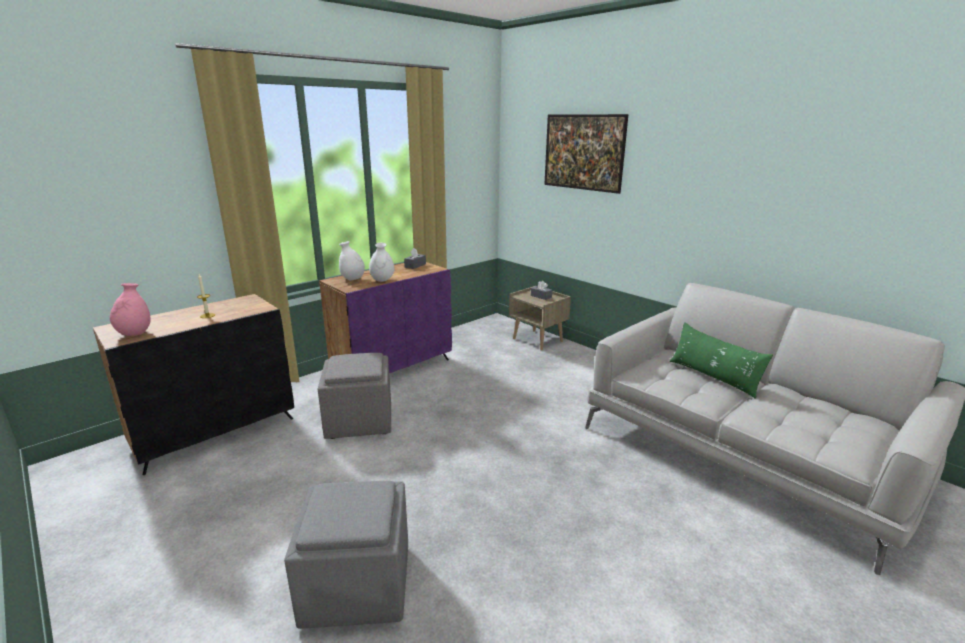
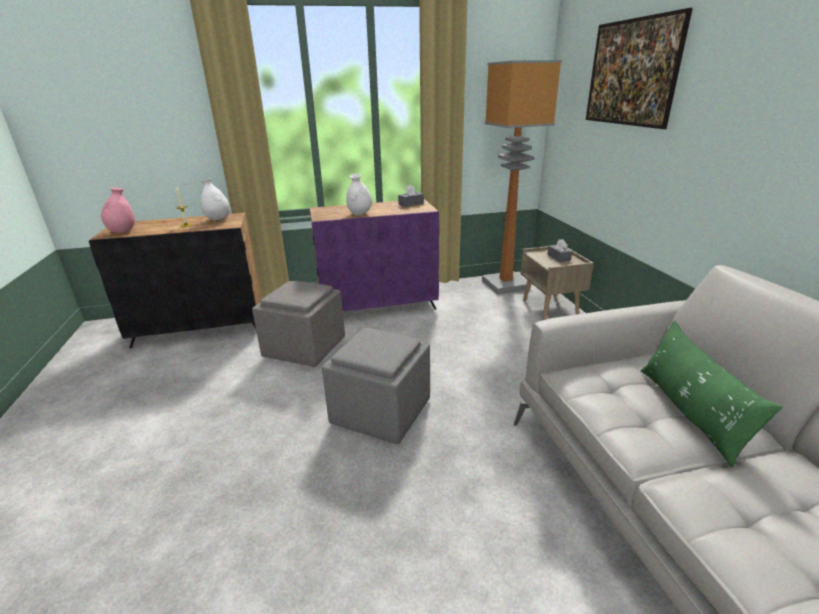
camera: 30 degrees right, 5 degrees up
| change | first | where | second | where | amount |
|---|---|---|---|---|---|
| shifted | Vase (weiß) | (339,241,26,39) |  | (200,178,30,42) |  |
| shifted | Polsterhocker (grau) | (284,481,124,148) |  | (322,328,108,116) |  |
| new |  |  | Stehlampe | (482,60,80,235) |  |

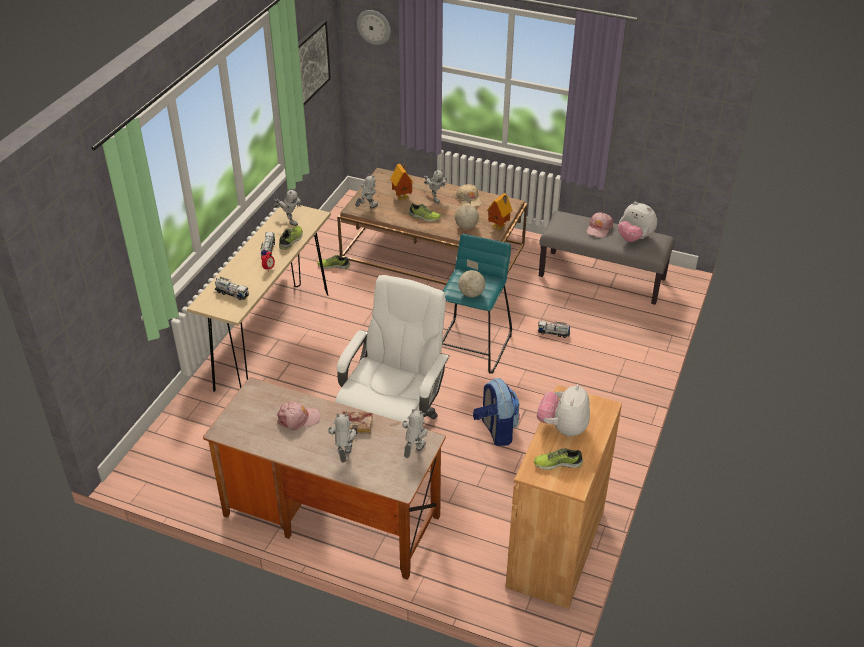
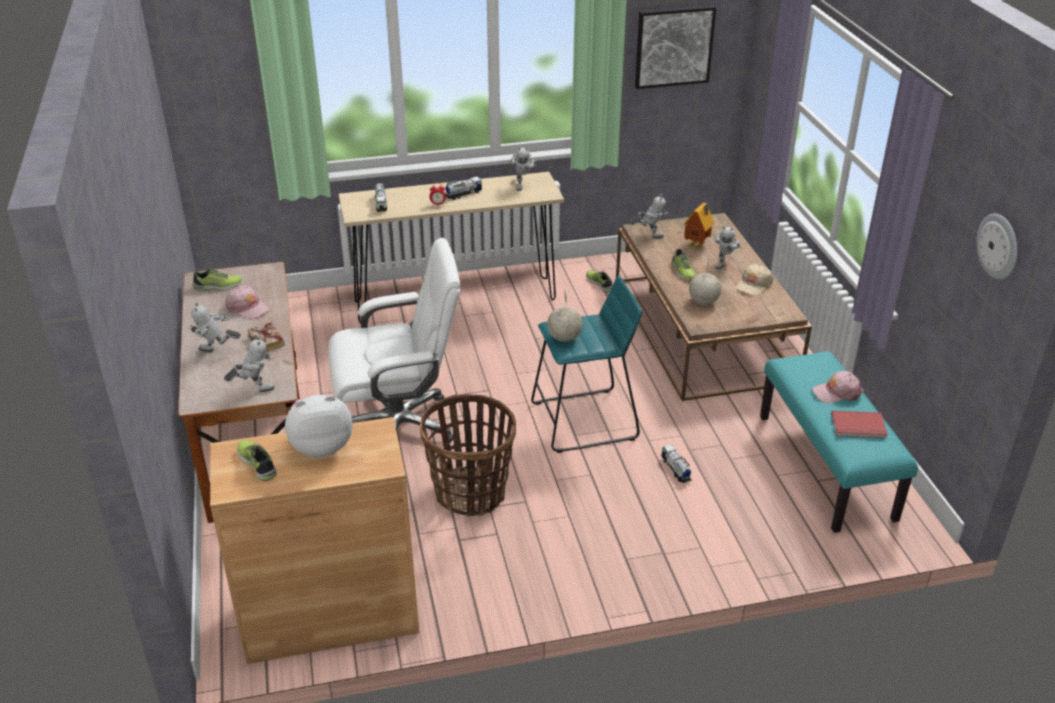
camera: 55 degrees right, 5 degrees down
| change | first | where | second | where | amount |
|---|---|---|---|---|---|
| rotated | Spielzeugroboter | (328,413,29,50) |  | (189,302,52,50) | 150 degrees counterclockwise |
| shifted | Schuh | (279,226,24,24) |  | (193,268,49,23) |  |
| swapped | Rucksack | (473,378,47,68) | Korb | (420,394,96,122) |  |
| repainted | Bank (grau) | (539,211,136,94) | Bank (türkis) | (760,351,158,182) |  |
| swapped | Plüschtier | (618,202,39,40) | Buch (rot) | (831,410,57,28) |  |
| shifted | Wanduhr | (357,10,34,35) |  | (976,214,42,65) |  |
| gone | Spielzeughaus | (487,193,25,37) |  |  |  |

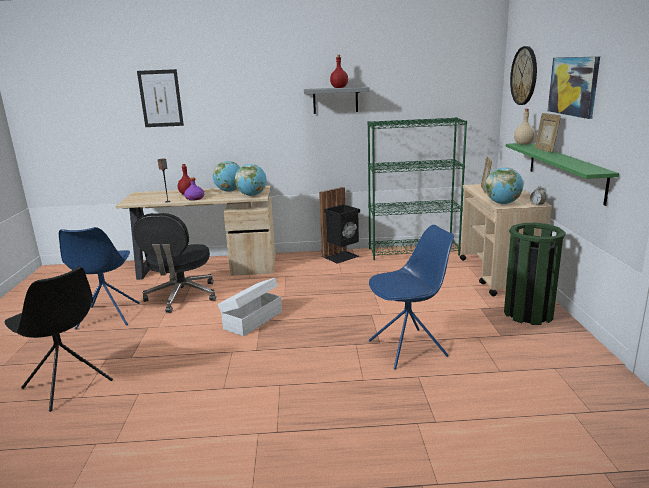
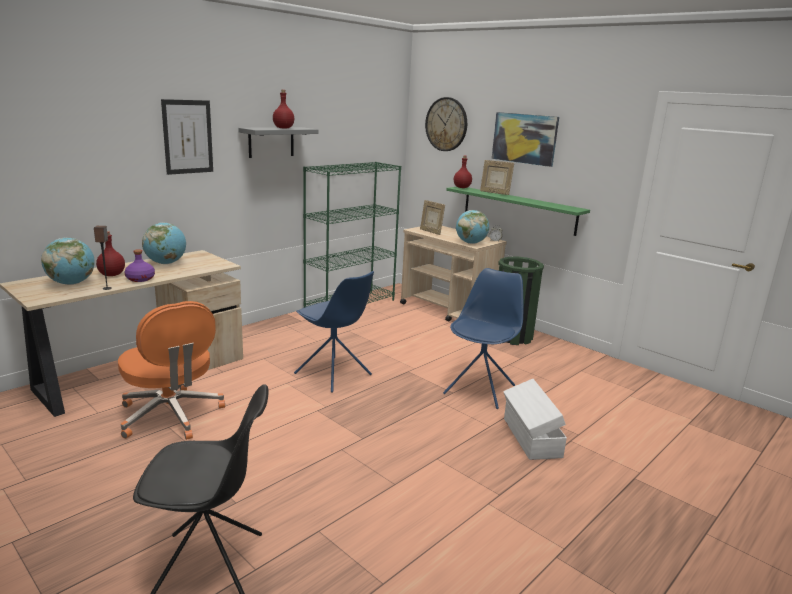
camera: 45 degrees left, 0 degrees up
| change | first | where | second | where | amount |
|---|---|---|---|---|---|
| shifted | Globus | (235,164,32,32) |  | (41,238,54,47) |  |
| repainted | Bürostuhl (schwarz) | (133,213,83,100) | Bürostuhl (orange) | (118,301,107,139) |  |
| shifted | Bild | (137,69,47,58) |  | (161,99,52,76) |  |
| shifted | Stuhl (blau) | (59,227,81,103) |  | (294,271,80,122) |  |
| repainted | Flasche (beige) | (514,109,21,36) | Flasche (rot) | (454,156,18,32) |  |
| shifted | Aufbewahrungsbox (weiß) | (218,278,64,58) |  | (503,379,64,81) |  |
| gone | Mülleimer (schwarz) | (319,187,41,77) |  |  |  |

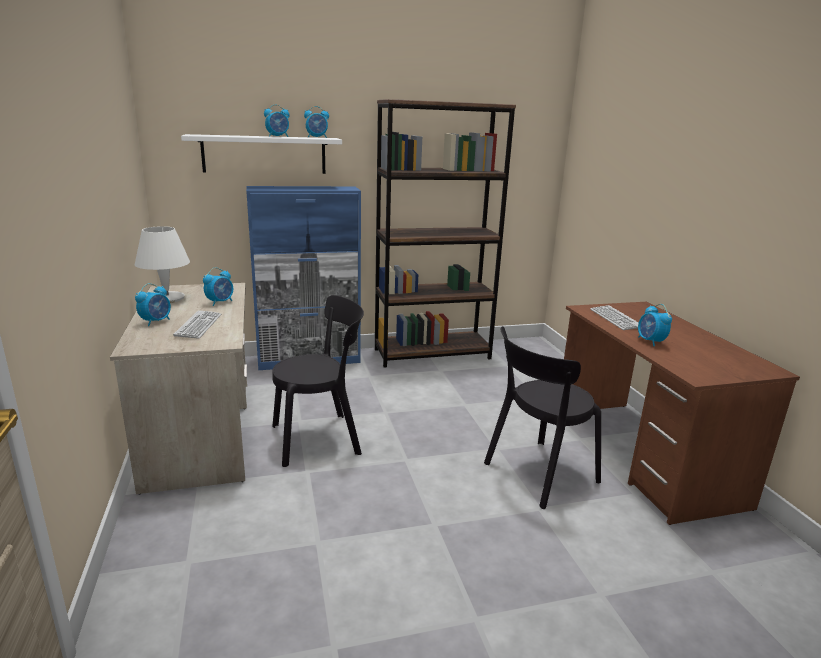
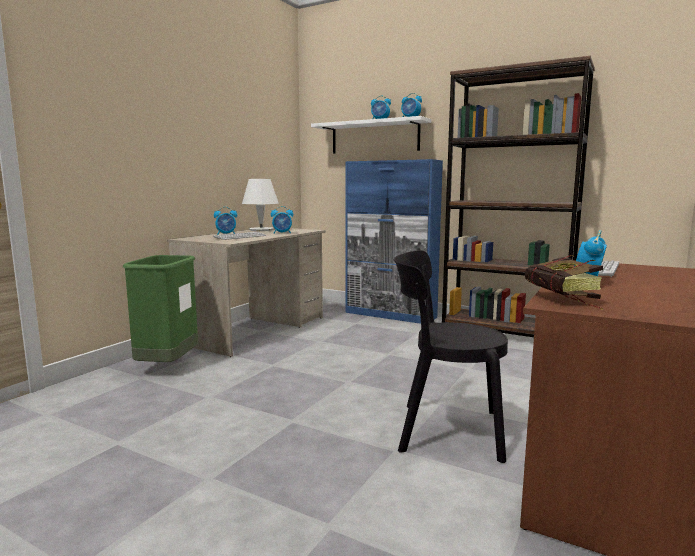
camera: 45 degrees right, 10 degrees down
| change | first | where | second | where | amount |
|---|---|---|---|---|---|
| new |  |  | Mülleimer (grün) | (122,255,76,107) |  |
| new |  |  | Buch | (525,255,79,55) |  |
| gone | Stuhl (schwarz) | (272,295,92,172) |  |  |  |

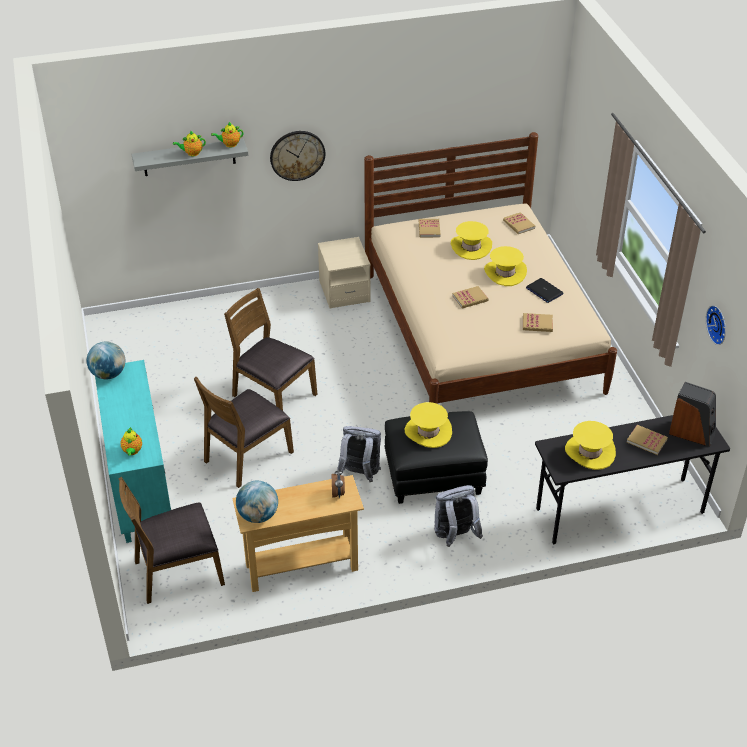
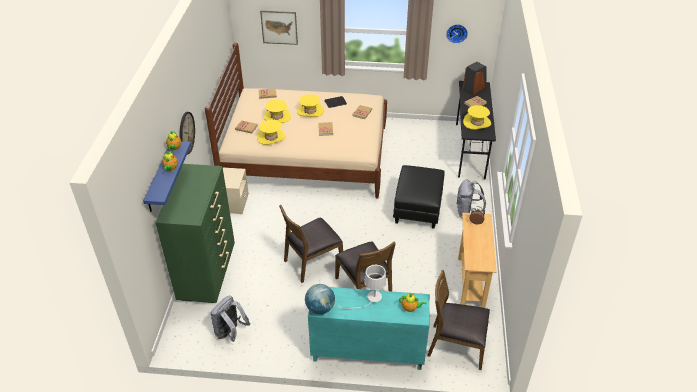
camera: 70 degrees left, 0 degrees up
| change | first | where | second | where | amount |
|---|---|---|---|---|---|
| repainted | Wandregal (grau) | (132,139,116,37) | Wandregal (blau) | (143,141,48,71) |  |
| new |  |  | Kommode (grün) | (155,164,80,139) |  |
| shifted | Rucksack (grau) | (337,426,44,56) |  | (211,296,39,46) |  |
| shifted | Hut (gelb) | (405,402,47,46) |  | (257,120,28,25) |  |
| new |  |  | Bild | (260,11,38,34) |  |
| new |  |  | Tischlampe (weiß) | (338,265,48,44) |  |
| rotated | Stuhl (braun) | (119,477,106,127) |  | (427,270,63,100) | 105 degrees clockwise |
| gone | Globus | (236,481,42,42) |  |  |  |

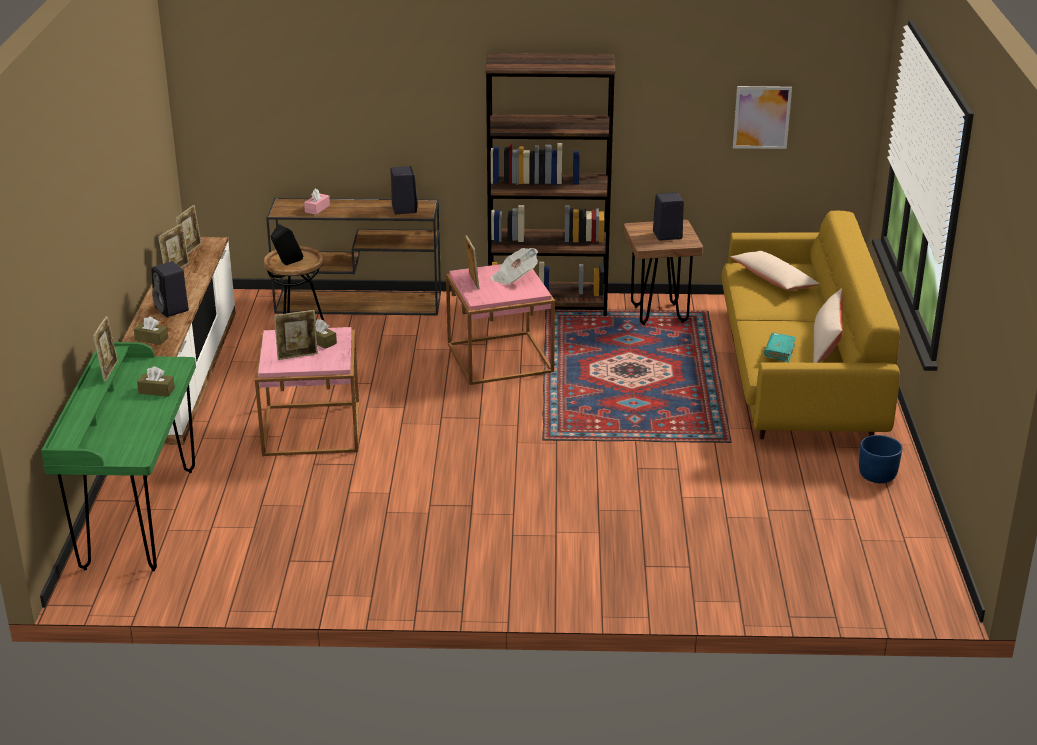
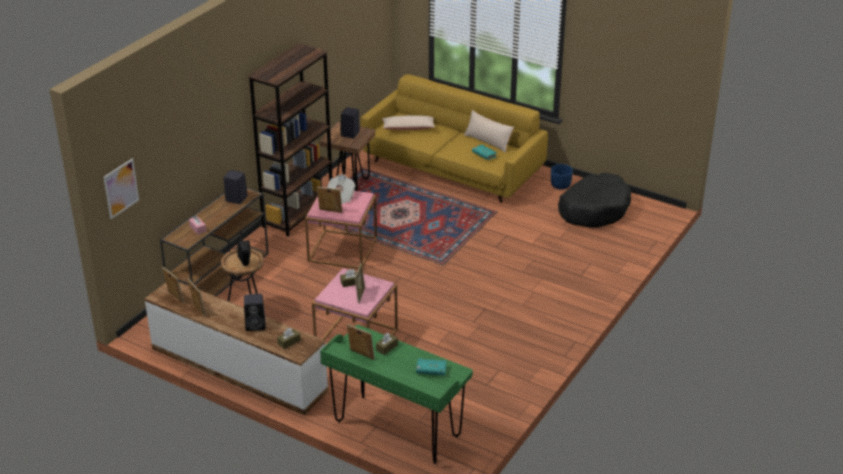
camera: 60 degrees left, 5 degrees up
| change | first | where | second | where | amount |
|---|---|---|---|---|---|
| shifted | Bild | (733,86,59,63) |  | (103,159,36,60) |  |
| new |  |  | Buch (türkis) | (416,358,31,18) |  |
| new |  |  | Hundebett (schwarz) | (558,173,73,55) |  |

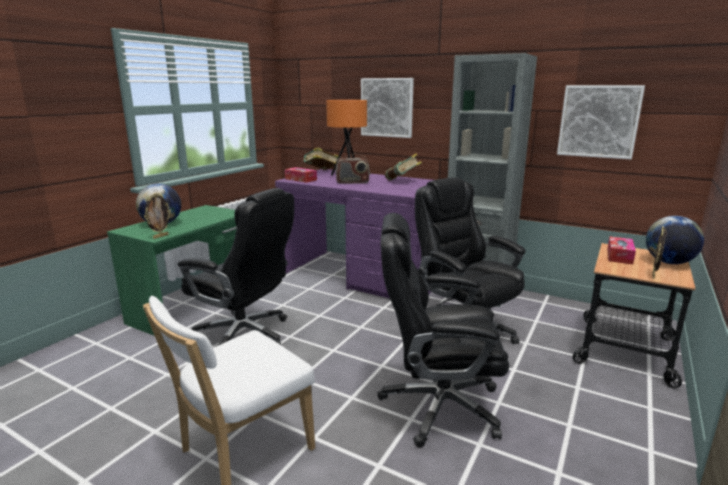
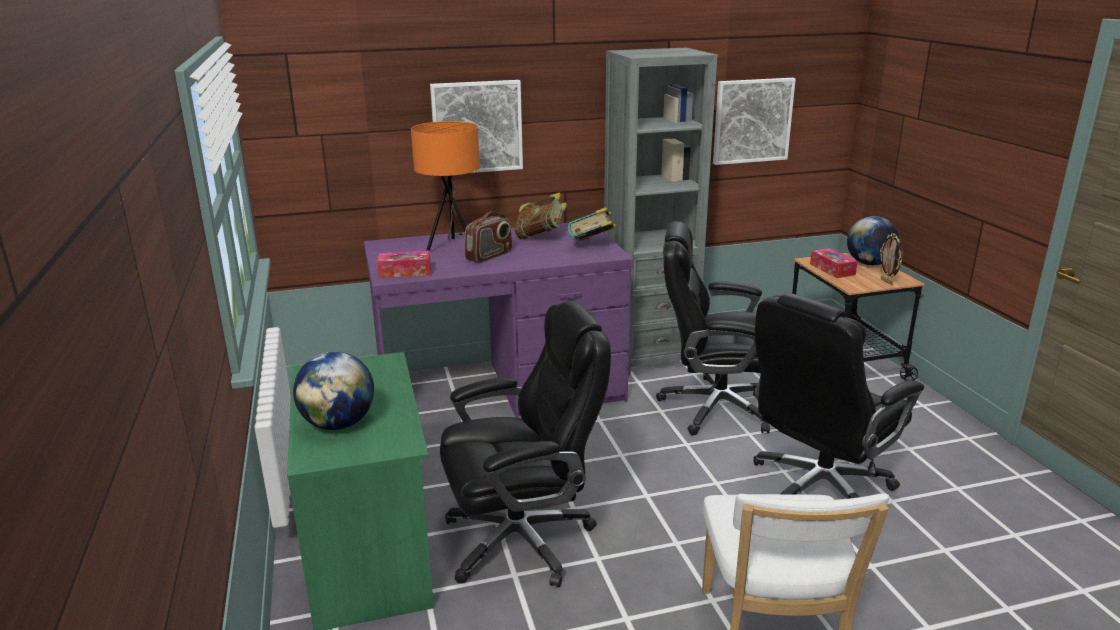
camera: 45 degrees left, 5 degrees up
| change | first | where | second | where | amount |
|---|---|---|---|---|---|
| shifted | Buch | (304,147,34,23) |  | (568,207,49,34) |  |
| gone | Bilderrahmen | (144,193,27,46) |  |  |  |

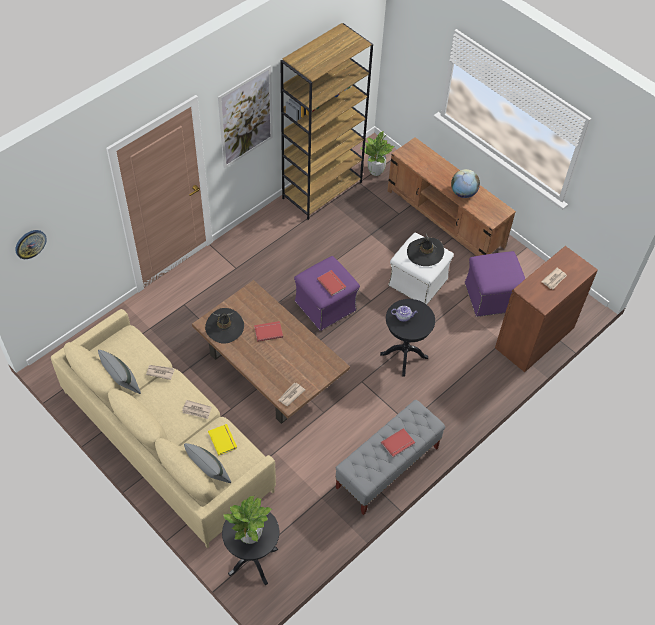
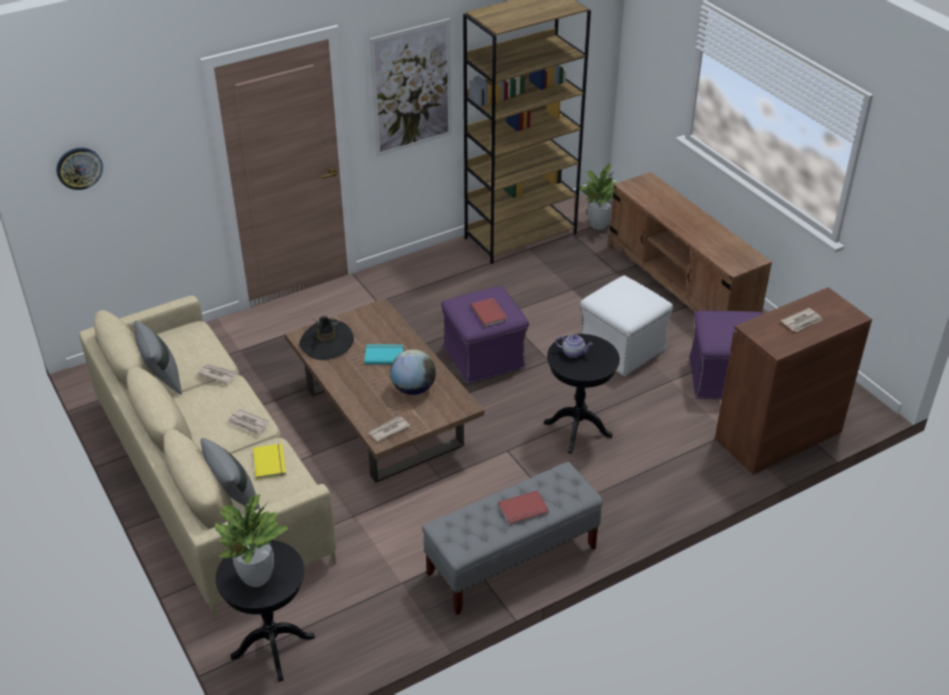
camera: 15 degrees right, 15 degrees down
| change | first | where | second | where | amount |
|---|---|---|---|---|---|
| repainted | Buch (rot) | (254,321,29,21) | Buch (türkis) | (364,345,39,19) |  |
| shifted | Globus | (451,169,29,29) |  | (390,350,46,45) |  |
| gone | Hut (schwarz) | (407,234,37,32) |  |  |  |

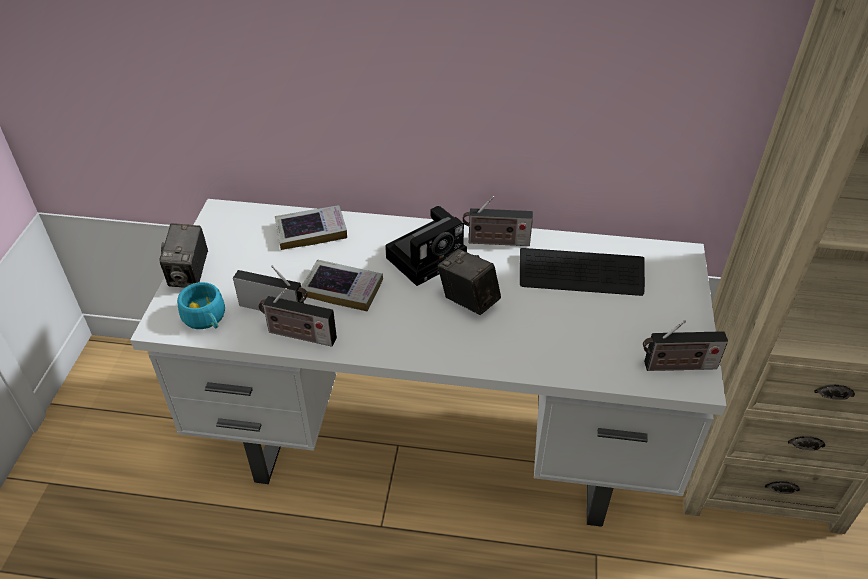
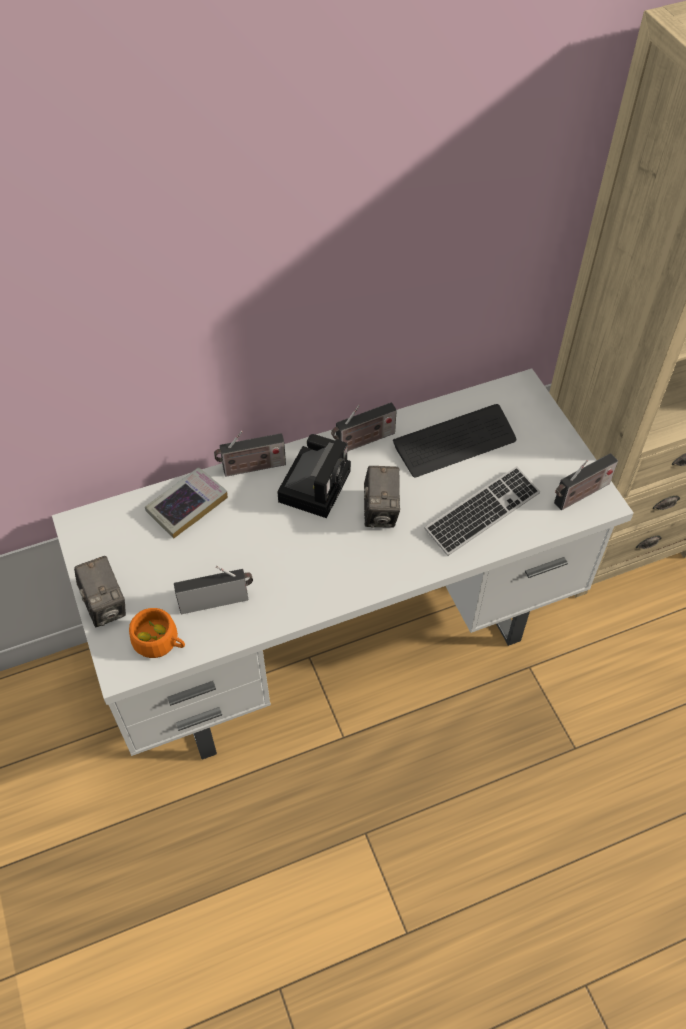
camera: 30 degrees left, 10 degrees up
| change | first | where | second | where | amount |
|---|---|---|---|---|---|
| repainted | Tasse (türkis) | (177,282,48,47) | Tasse (orange) | (129,608,56,50) |  |
| shifted | Radio | (258,288,79,59) |  | (214,431,72,46) |  |
| rotated | Kamera | (438,249,63,66) |  | (364,466,36,62) | 105 degrees counterclockwise |
| new |  |  | Tastatur | (424,466,116,90) |  |
| gone | Buch | (301,259,82,52) |  |  |  |

